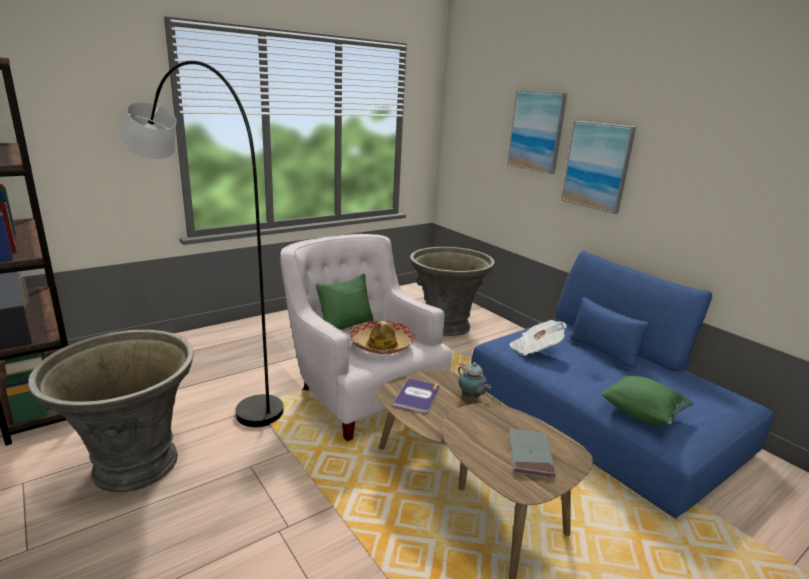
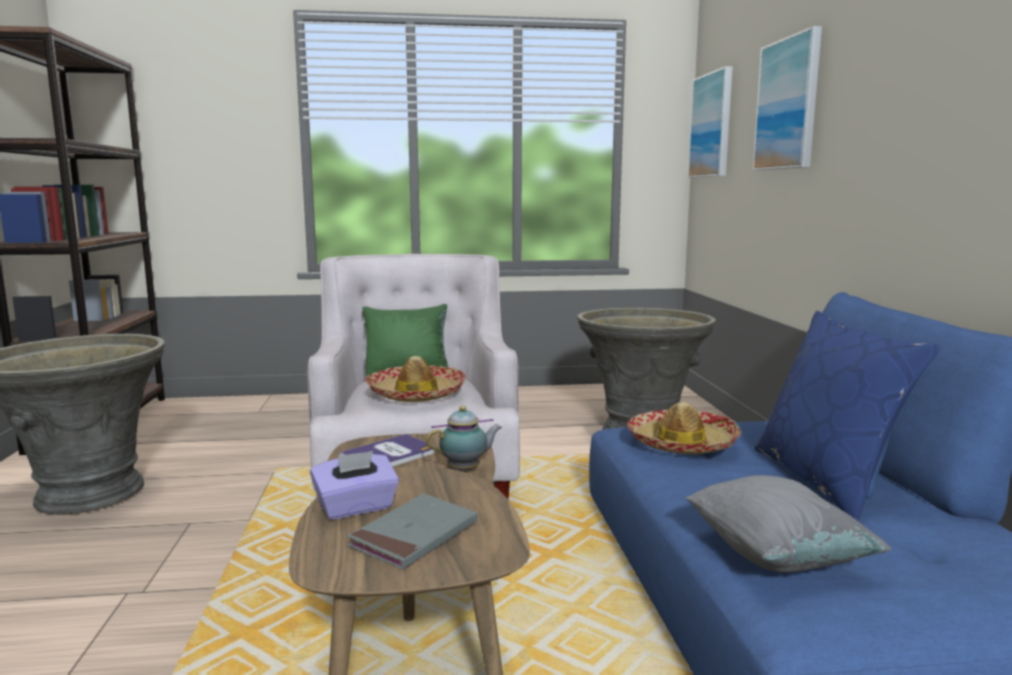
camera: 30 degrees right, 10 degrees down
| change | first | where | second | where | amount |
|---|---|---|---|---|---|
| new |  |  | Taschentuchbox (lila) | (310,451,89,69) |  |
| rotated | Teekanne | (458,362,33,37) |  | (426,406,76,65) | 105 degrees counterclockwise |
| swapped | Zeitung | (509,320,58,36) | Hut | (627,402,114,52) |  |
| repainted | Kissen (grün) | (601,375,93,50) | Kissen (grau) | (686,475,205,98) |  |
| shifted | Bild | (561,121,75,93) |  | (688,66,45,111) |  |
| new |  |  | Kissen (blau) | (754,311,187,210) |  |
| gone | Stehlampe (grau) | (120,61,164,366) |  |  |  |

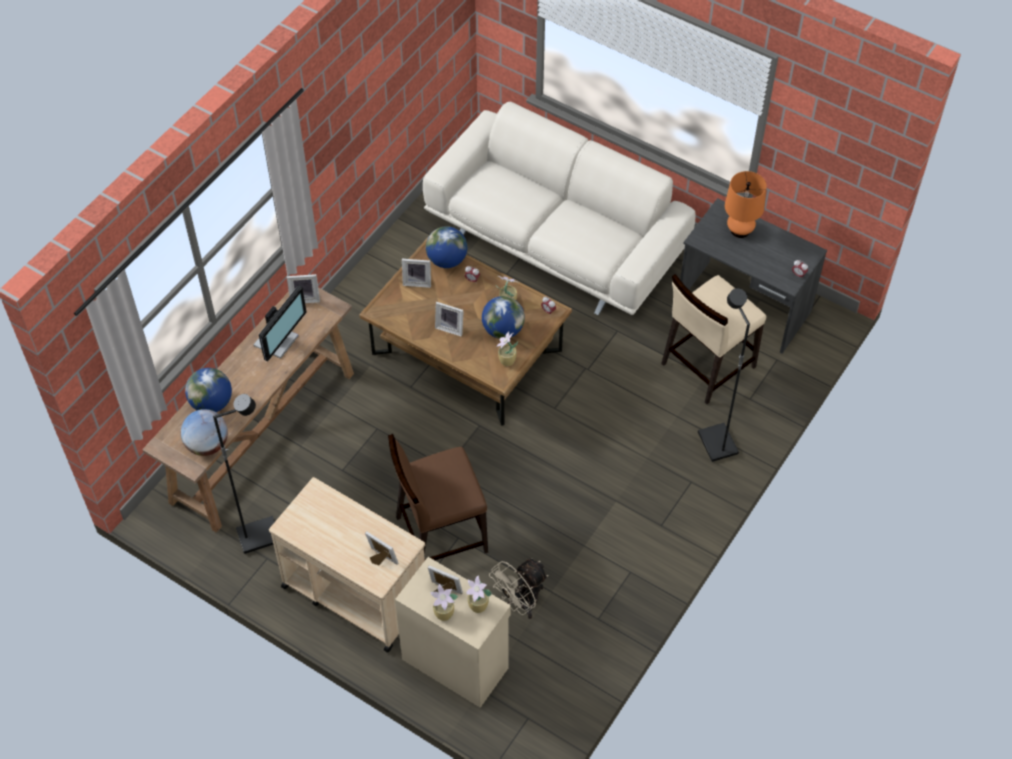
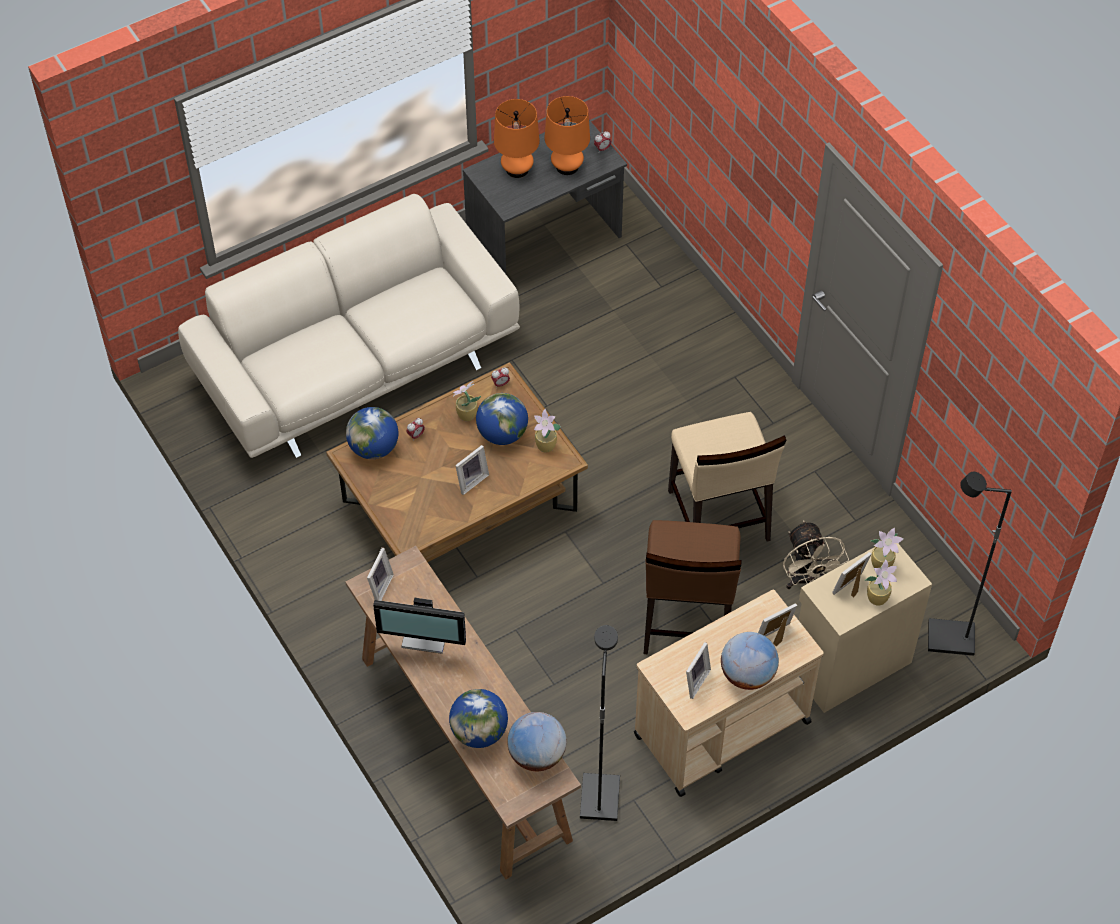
camera: 65 degrees left, 0 degrees up
| change | first | where | second | where | amount |
|---|---|---|---|---|---|
| rotated | Monitor | (253,285,54,77) |  | (373,598,93,56) | 135 degrees clockwise |
| new |  |  | Tischlampe (orange) | (544,96,46,79) |  |
| shifted | Stuhl (beige) | (661,274,105,130) |  | (668,412,118,130) |  |
| shifted | Bilderrahmen | (402,259,29,29) |  | (686,642,25,57) |  |
| new |  |  | Globus | (721,632,58,58) |  |
| shifted | Stehlampe (schwarz) | (698,288,52,174) |  | (928,472,84,184) |  |

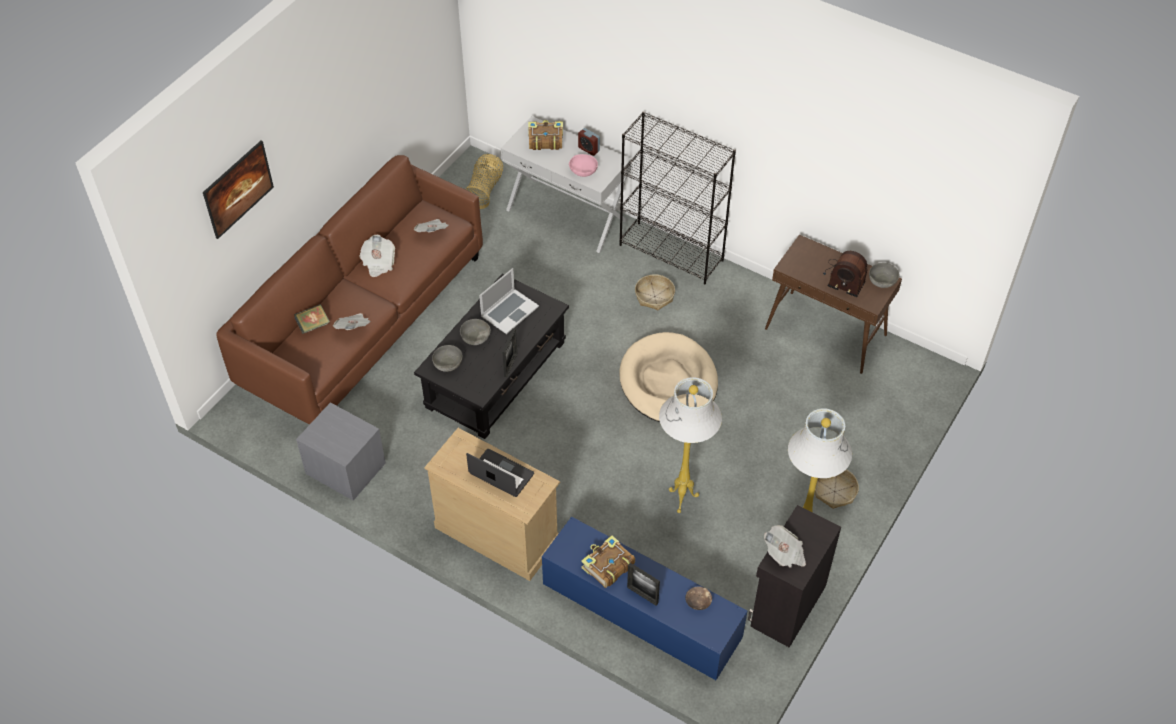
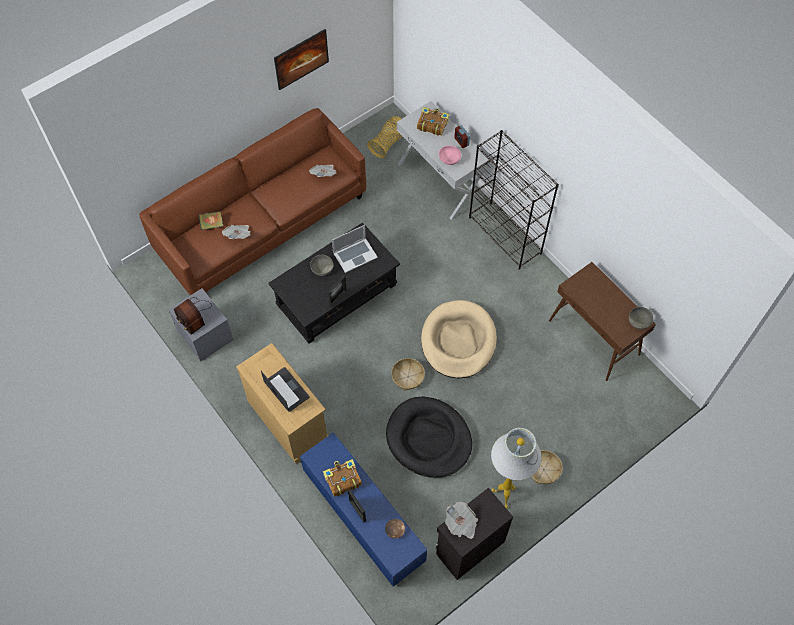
camera: 20 degrees right, 10 degrees up
| change | first | where | second | where | amount |
|---|---|---|---|---|---|
| shifted | Radio | (823,251,44,46) |  | (174,297,38,38) |  |
| shifted | Bild | (203,141,71,98) |  | (274,29,55,61) |  |
| swapped | Stehlampe (weiß) | (659,377,63,136) | Hundebett (schwarz) | (386,396,86,82) |  |
| shifted | Korb | (635,274,40,36) |  | (391,358,34,33) |  |
| gone | Zeitung | (359,235,36,42) |  |  |  |
| gone | Schüssel (grau) | (432,345,31,27) |  |  |  |

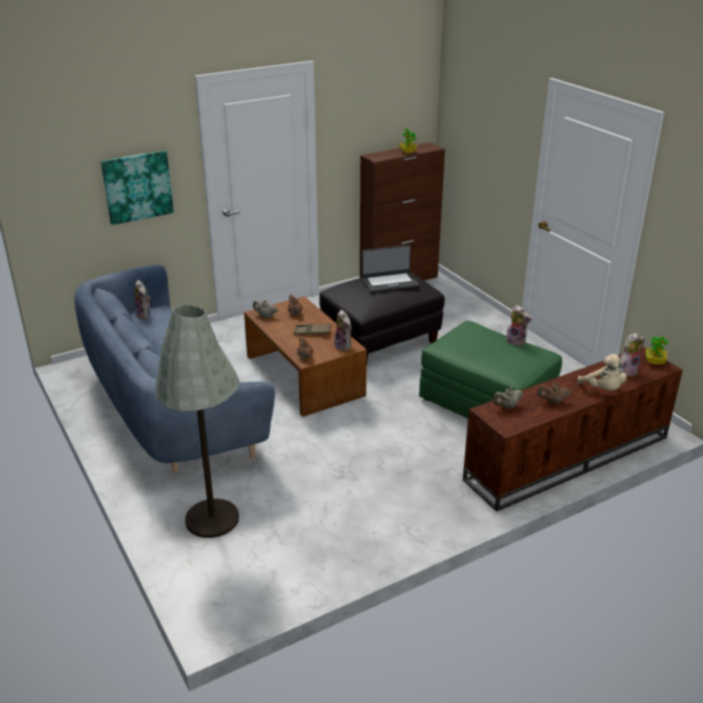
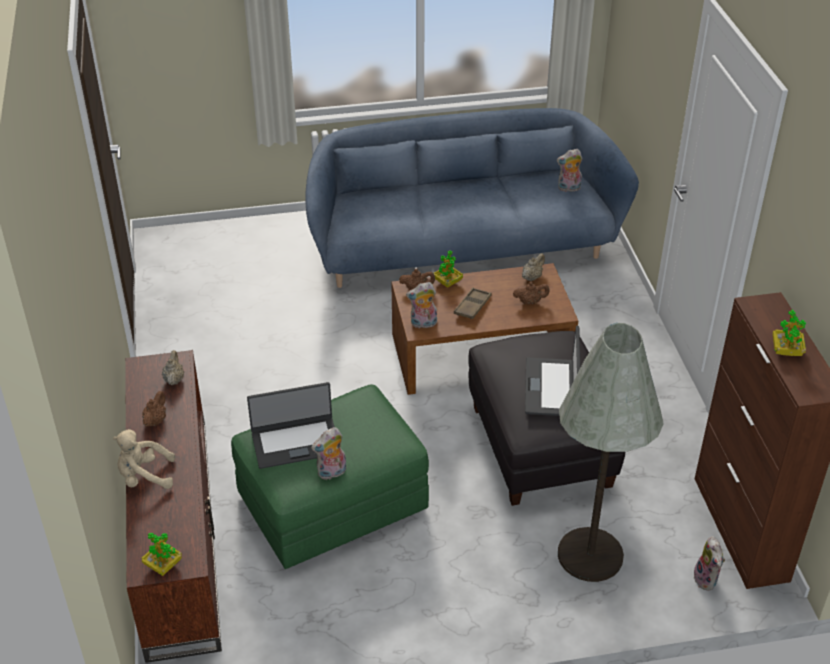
camera: 110 degrees right, 10 degrees up
| change | first | where | second | where | amount |
|---|---|---|---|---|---|
| new |  |  | Laptop | (247,382,88,87) |  |
| new |  |  | Topfpflanze | (433,250,30,38) |  |
| shifted | Stehlampe (grau) | (155,305,85,233) |  | (558,323,106,259) |  |
| shifted | Plüschtier | (618,333,27,43) |  | (694,536,31,54) |  |
| gone | Bild | (101,150,73,75) |  |  |  |

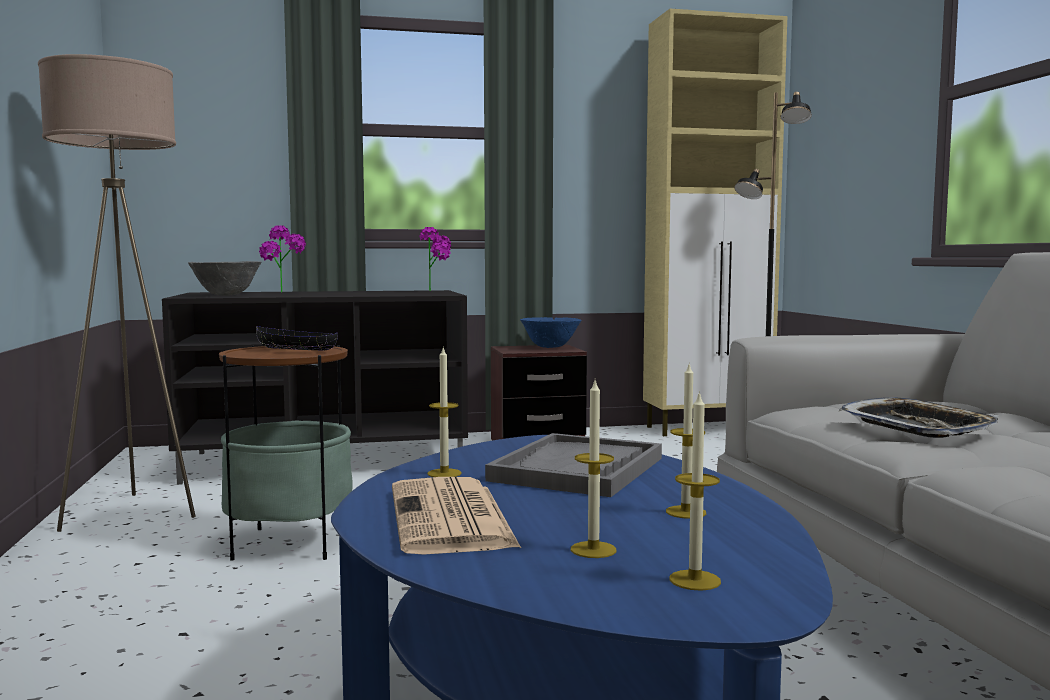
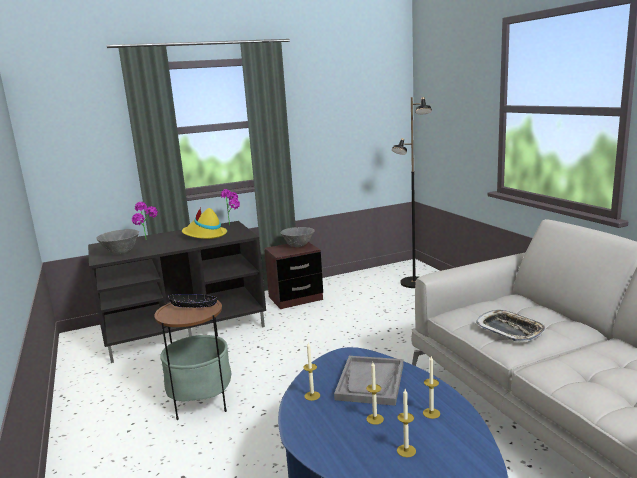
camera: 10 degrees left, 10 degrees up
| change | first | where | second | where | amount |
|---|---|---|---|---|---|
| new |  |  | Hut (gelb) | (182,208,45,31) |  |
| repainted | Schüssel (blau) | (520,317,62,31) | Schüssel (grau) | (280,227,35,20) |  |
| shifted | Kerze | (670,391,51,200) |  | (366,362,18,63) |  |
| gone | Stehlampe (beige) | (38,54,158,478) |  |  |  |
| gone | Zeitung | (392,477,129,77) |  |  |  |
| gone | Schrank (beige) | (643,9,144,427) |  |  |  |

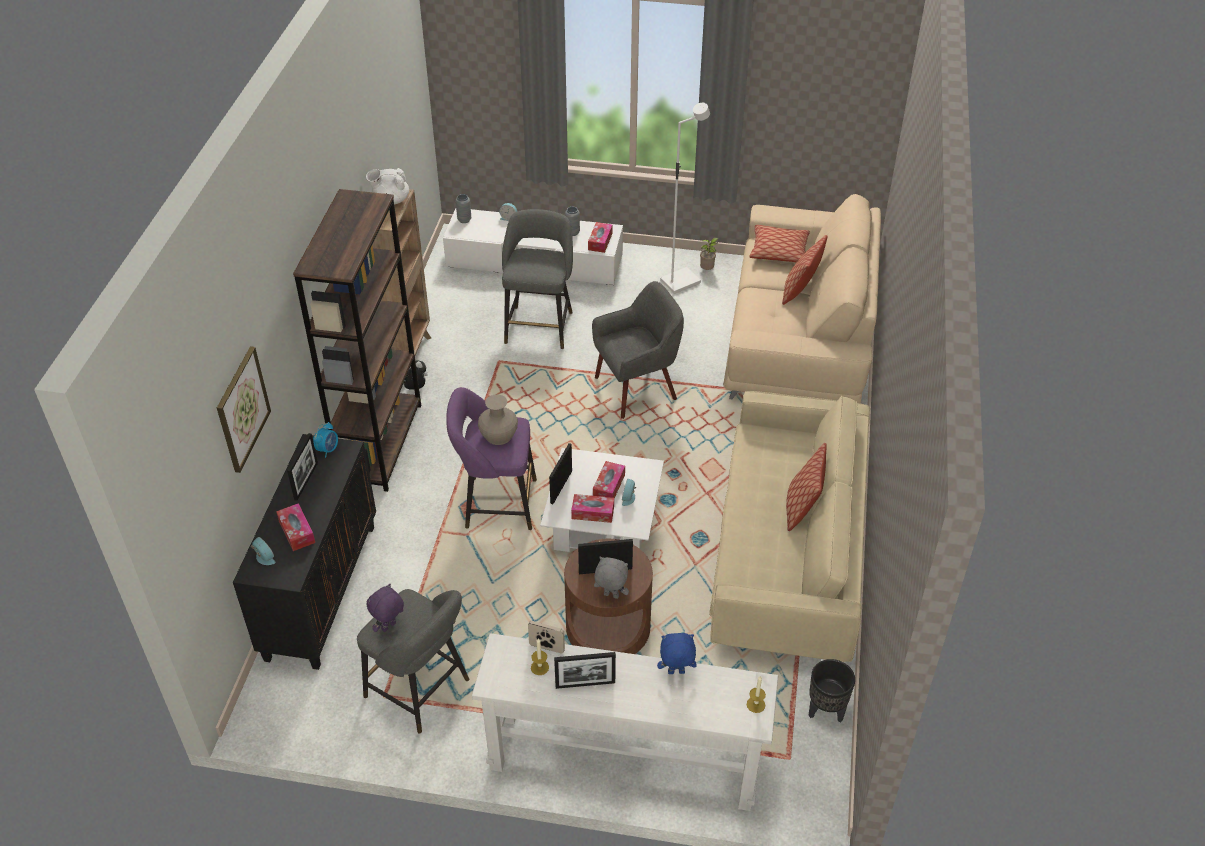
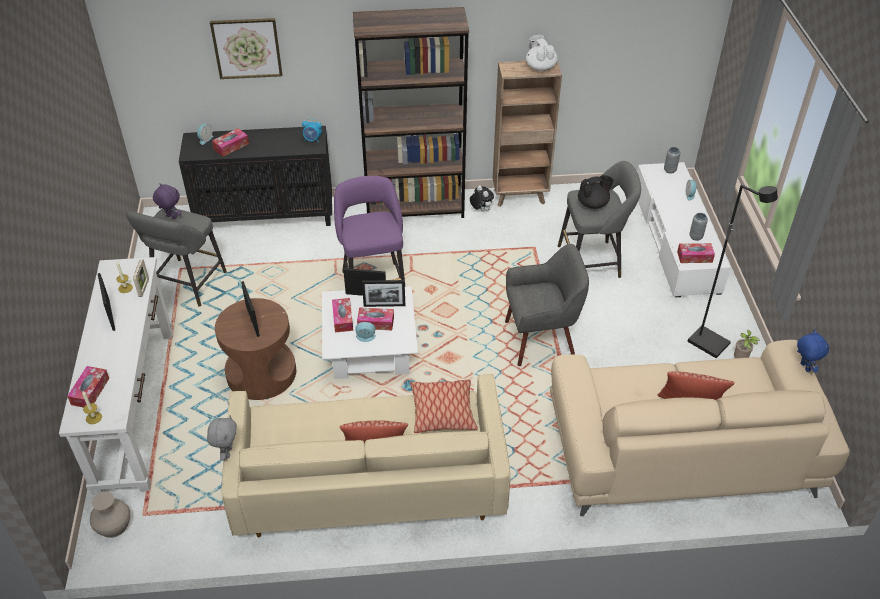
camera: 75 degrees right, 0 degrees up
| change | first | where | second | where | amount |
|---|---|---|---|---|---|
| new |  |  | Taschentuchbox | (67,366,42,42) |  |
| shifted | Vase (beige) | (478,395,40,50) |  | (90,492,40,46) |  |
| shifted | Plüschtier (grau) | (594,557,35,42) |  | (207,415,30,45) |  |
| shifted | Bilderrahmen | (287,433,31,68) |  | (362,280,43,27) |  |
| shifted | Kissen | (749,225,61,38) |  | (410,380,68,53) |  |
| rotated | Sessel (grau) | (592,281,92,138) |  | (505,244,84,122) | 60 degrees counterclockwise |
| new |  |  | Teekanne (schwarz) | (578,175,36,34) |  |
| repainted | Stehlampe (weiß) | (660,103,50,191) | Stehlampe (schwarz) | (688,184,90,174) |  |
| shifted | Plüschtier (blau) | (657,633,40,41) |  | (797,330,32,42) |  |
| gone | Pflanzkübel (schwarz) | (809,659,46,64) |  |  |  |

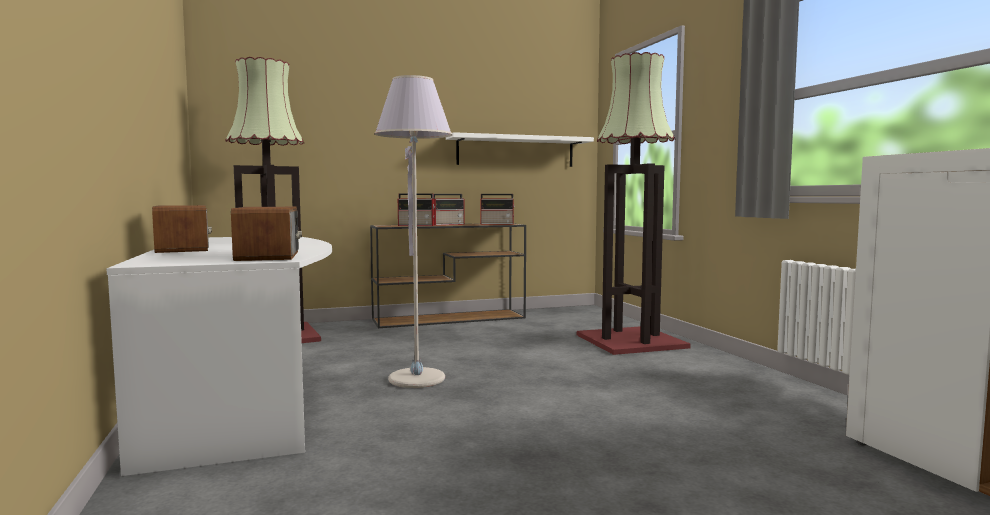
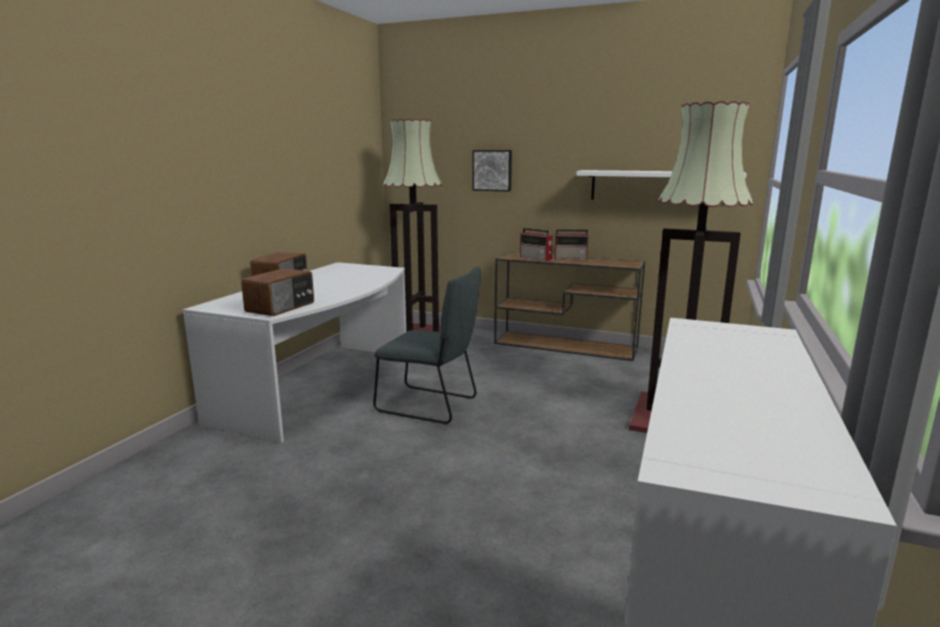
camera: 40 degrees right, 10 degrees up
| change | first | where | second | where | amount |
|---|---|---|---|---|---|
| swapped | Stehlampe (grau) | (374,75,78,313) | Stuhl (grau) | (373,267,108,157) |  |
| new |  |  | Bild | (472,150,40,42) |  |
| gone | Radio | (481,194,34,31) |  |  |  |

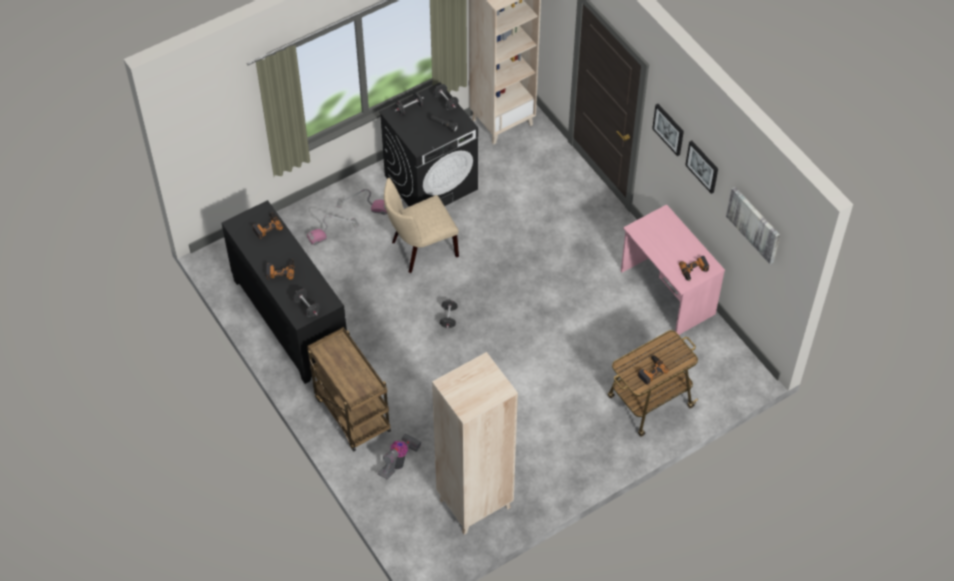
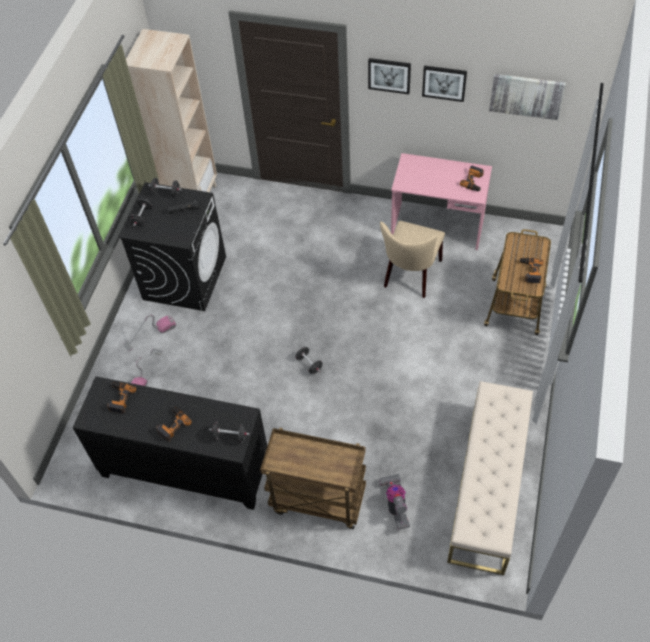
camera: 40 degrees left, 0 degrees up
| change | first | where | second | where | amount |
|---|---|---|---|---|---|
| shifted | Stuhl (beige) | (384,178,75,95) |  | (380,221,65,77) |  |
| swapped | Bücherregal (beige) | (432,352,86,183) | Bank (beige) | (447,381,86,194) |  |

